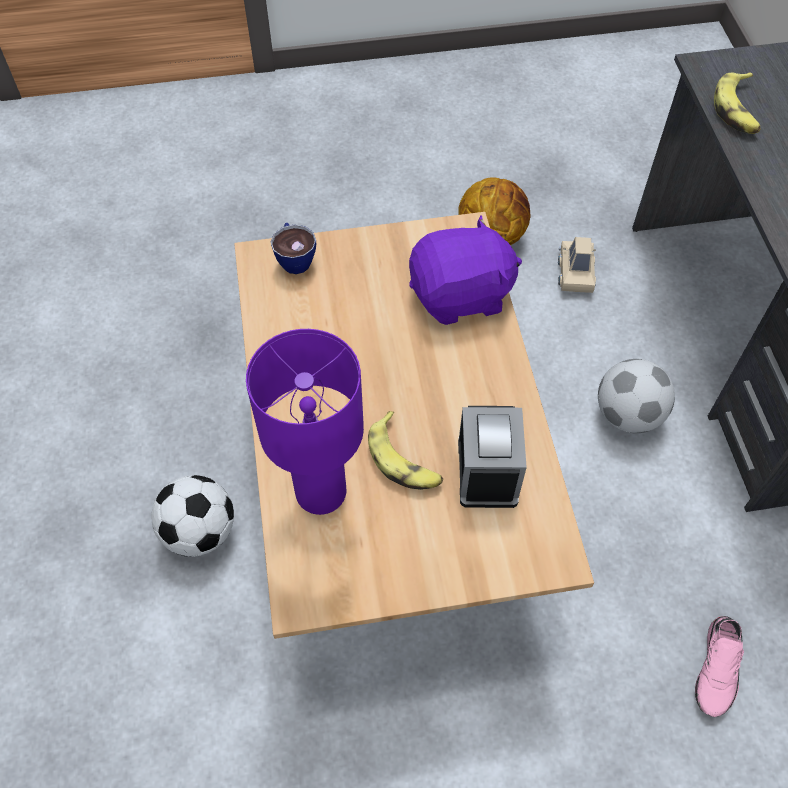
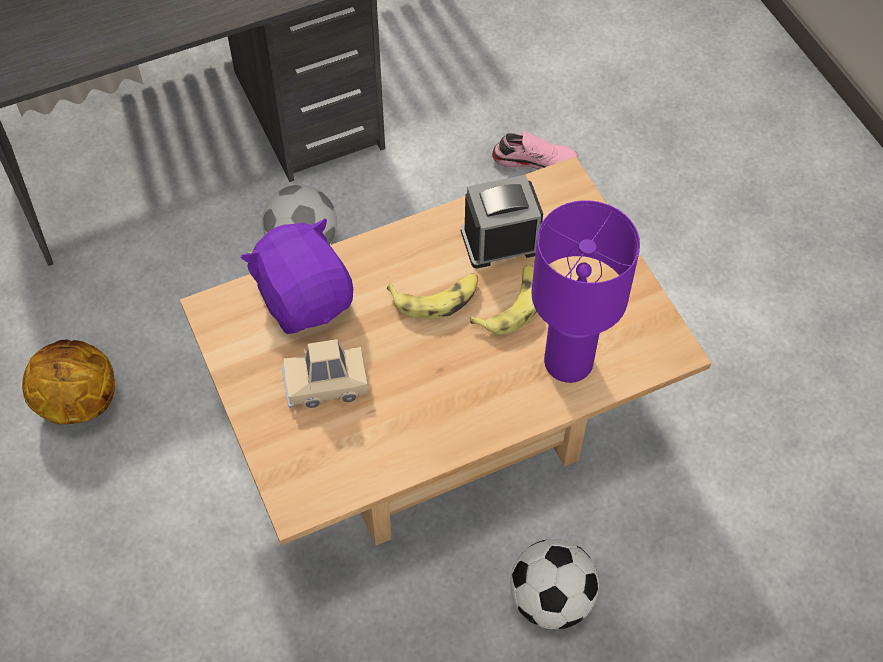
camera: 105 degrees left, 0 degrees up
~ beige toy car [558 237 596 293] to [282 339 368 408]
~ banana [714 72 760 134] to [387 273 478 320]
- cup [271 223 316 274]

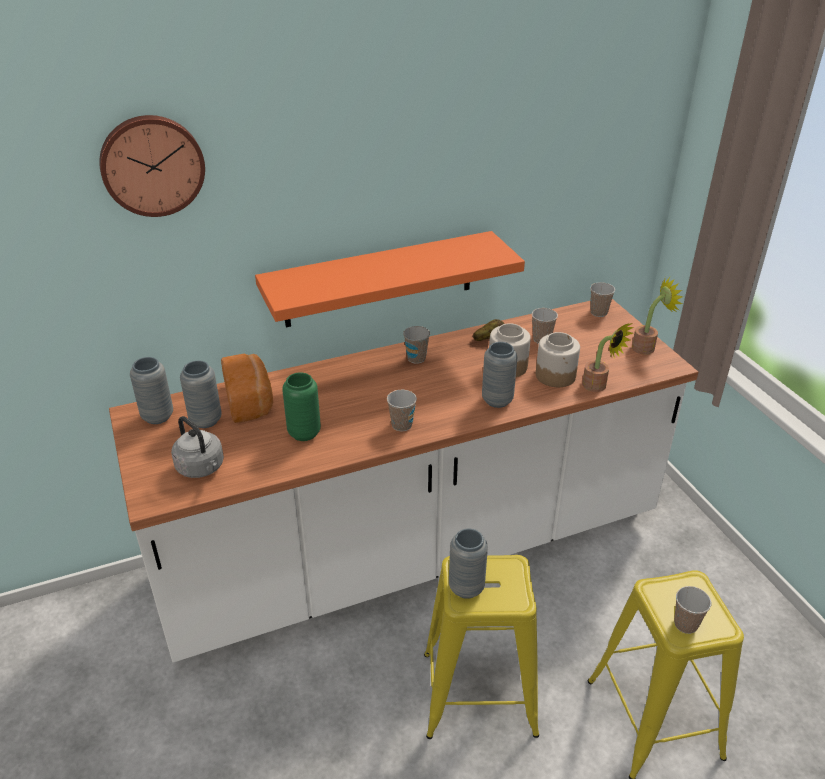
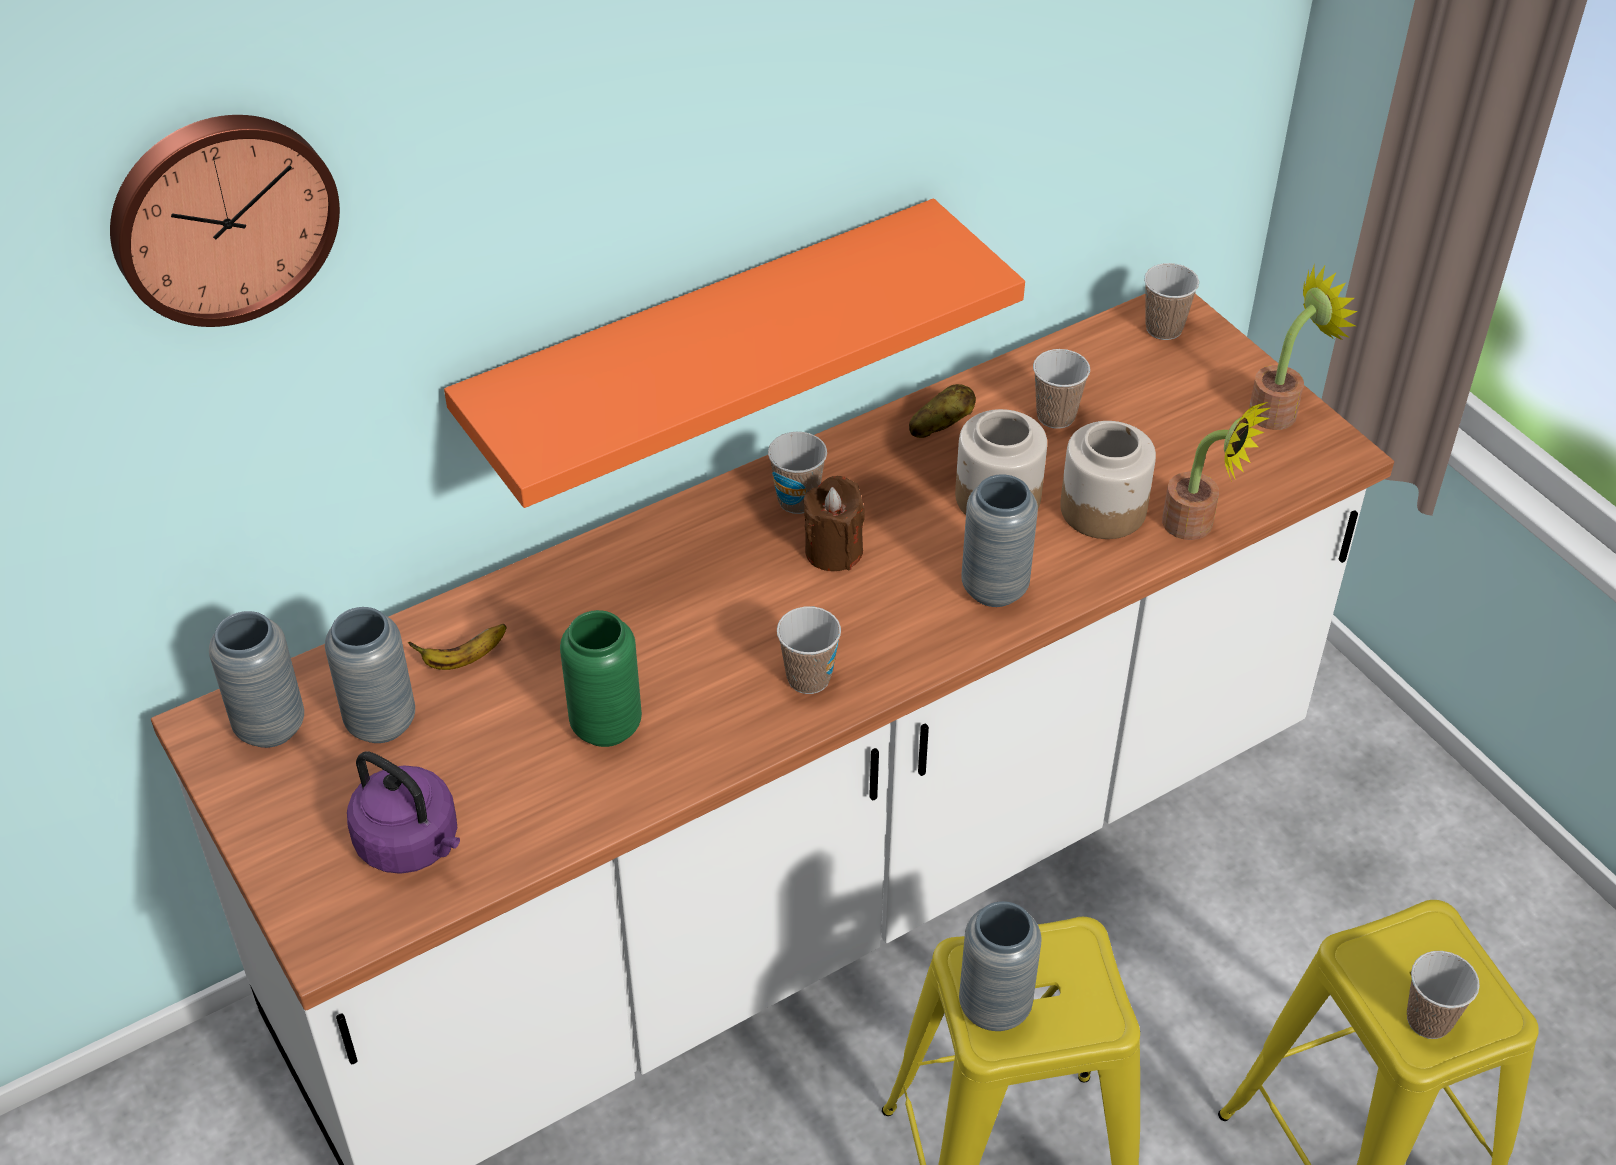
camera: 10 degrees left, 10 degrees up
~ grey kettle [171 416 224 478] to purple kettle [347 752 460 874]
~ bread [221 354 273 423] to banana [408 624 507 670]
+ brown candle [804 476 865 571]

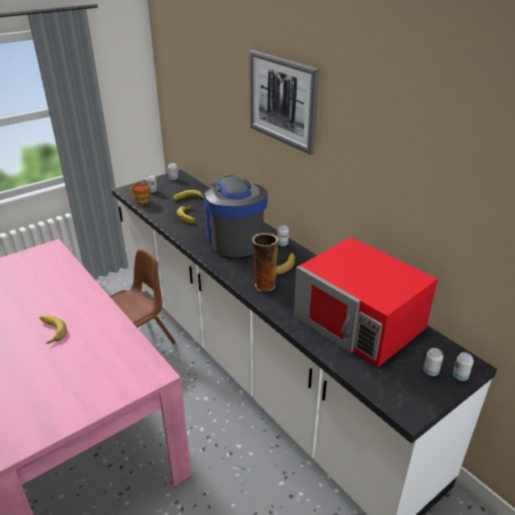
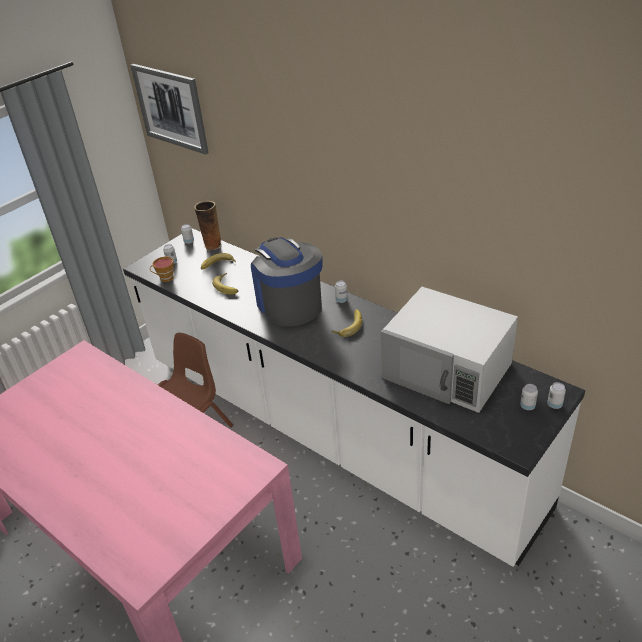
camera: 10 degrees left, 5 degrees up
~ picture [249 50 319 155] to [131 64 209 154]
~ vase [252 233 278 292] to [194 201 222 250]
~ red microwave [294 237 438 367] to white microwave [381 287 518 413]
- banana [39 316 67 344]

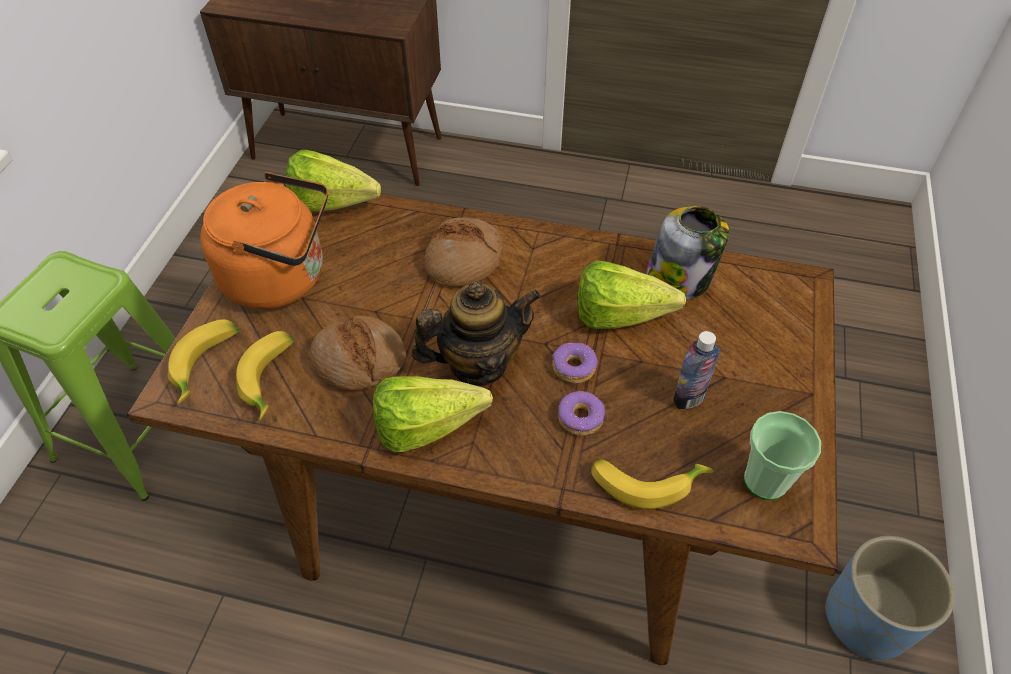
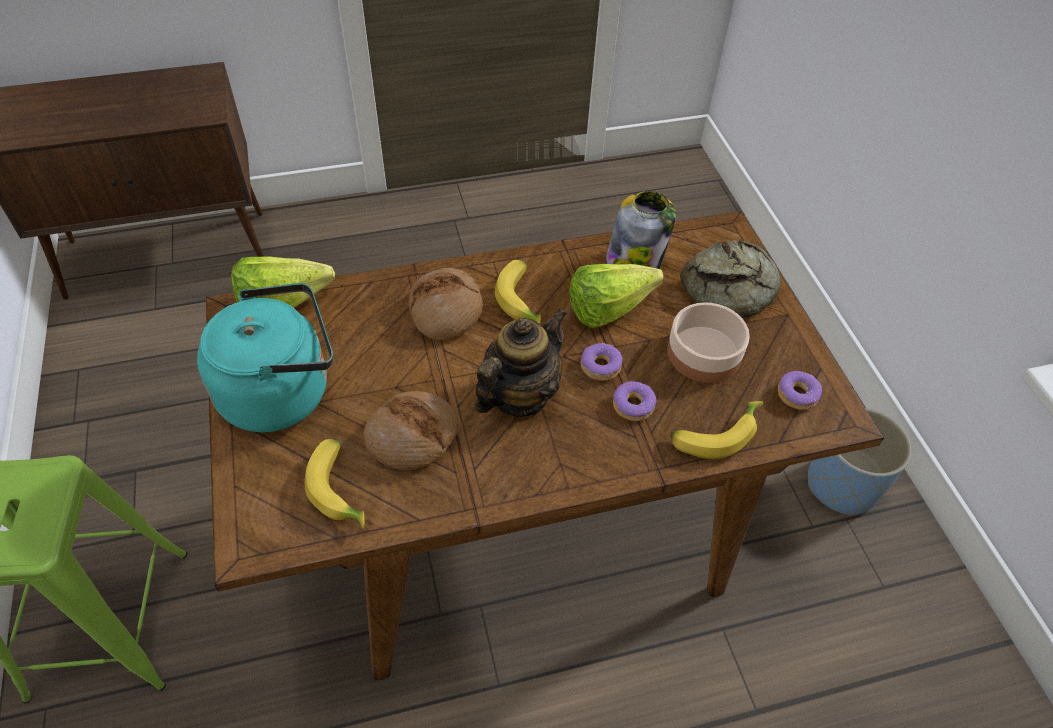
camera: 30 degrees left, 0 degrees up
~ orange kettle [200 172 328 309] to turquoise kettle [197 283 333 432]
~ banana [168 319 240 404] to [495 260 541 324]
~ bottle [672 331 720 409] to bowl [667 302 750 383]
+ bread [680 240 781 318]
~ cup [744 411 821 500] to donut [778 371 822 410]
- lettuce [373 376 493 452]

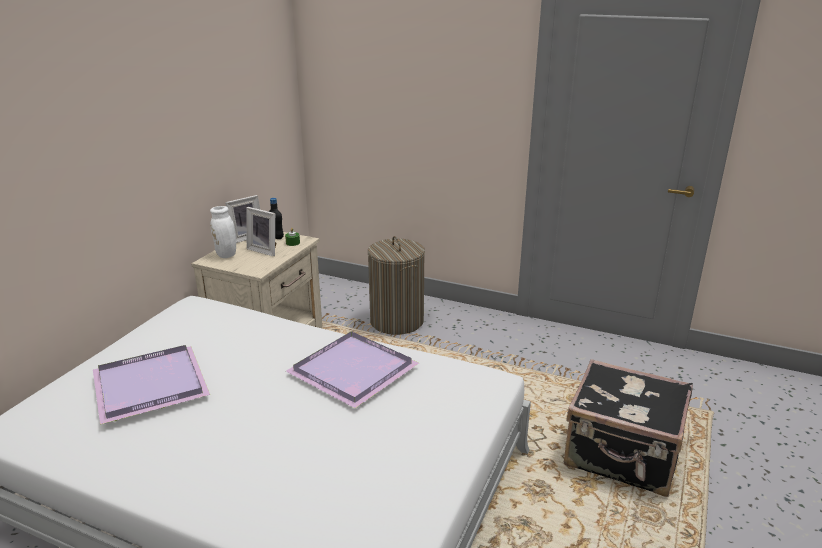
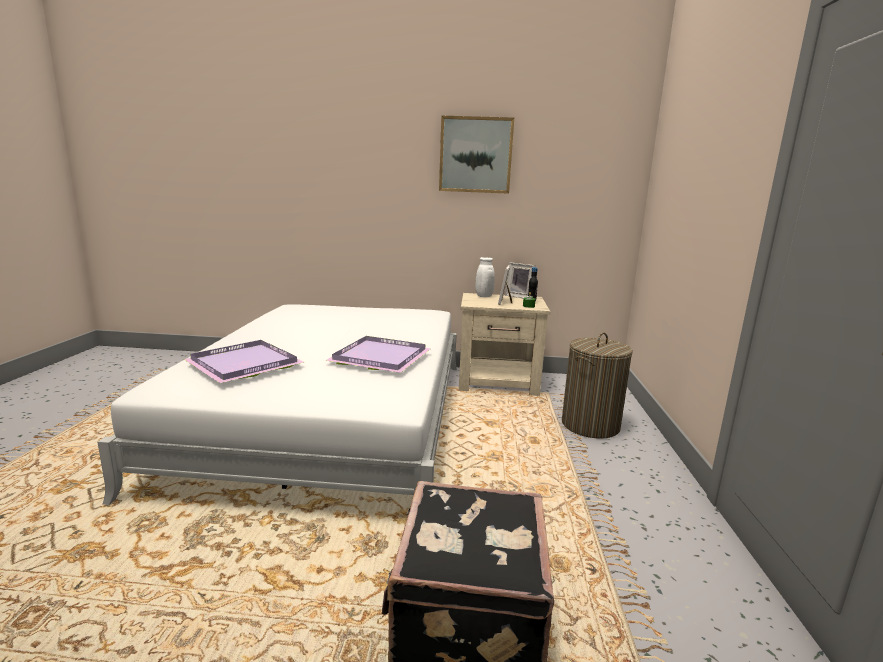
camera: 70 degrees right, 10 degrees down
~ purple tray [93 345 210 424] to [184 340 304 383]
+ picture [439 116 514 194]

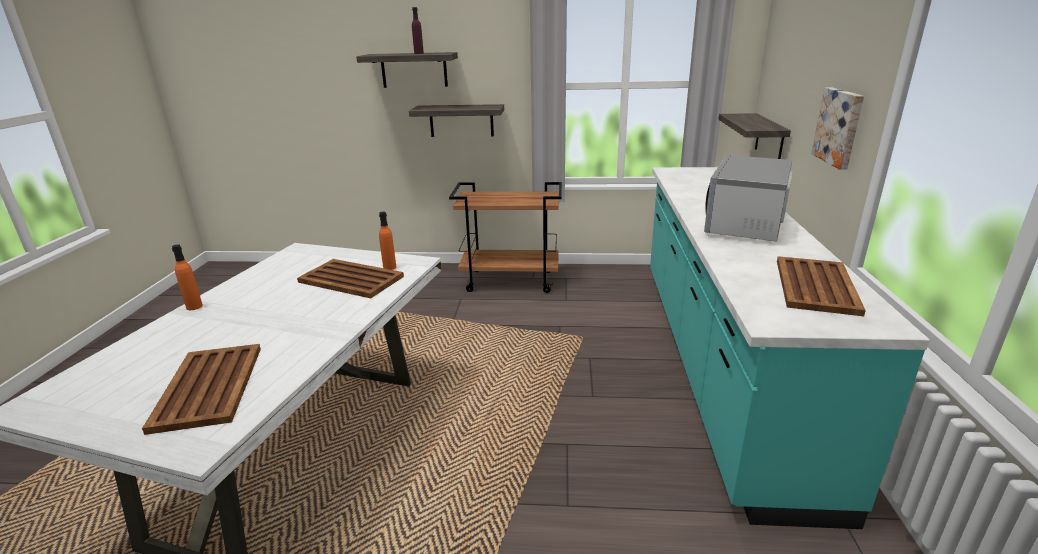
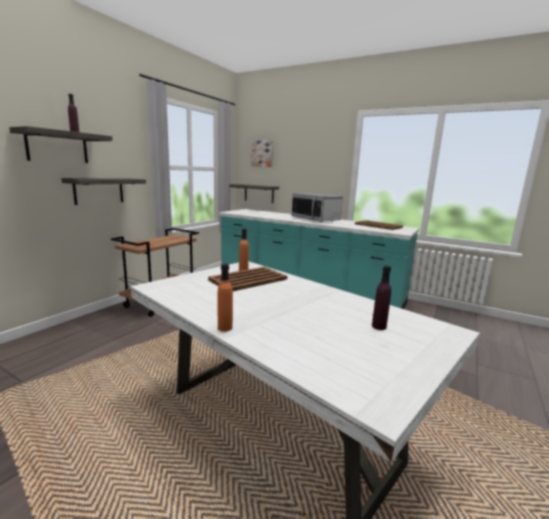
camera: 65 degrees left, 10 degrees down
~ picture [811 87 864 169] to [250 140 273 167]
~ brown tray [142 344 261 435] to purple bottle [372 265 391 330]

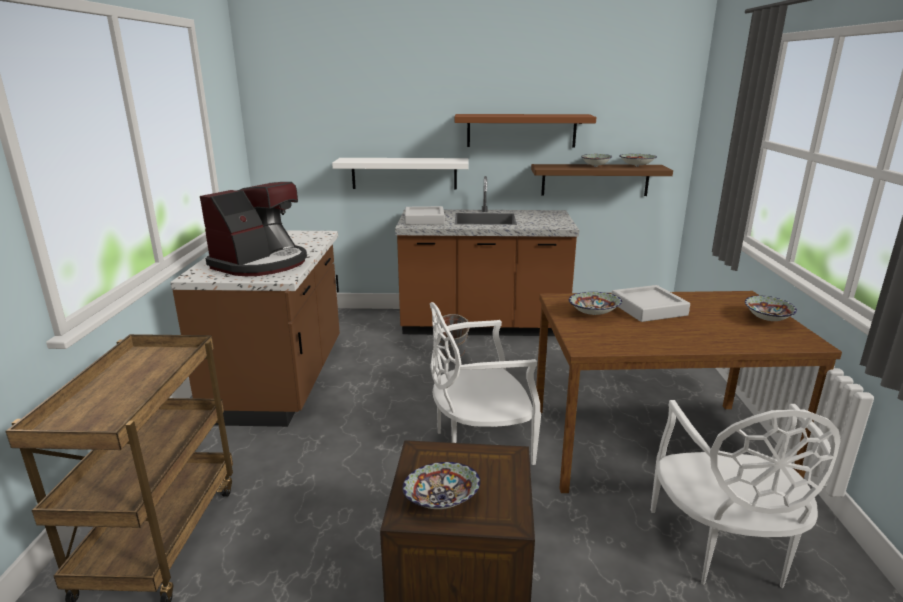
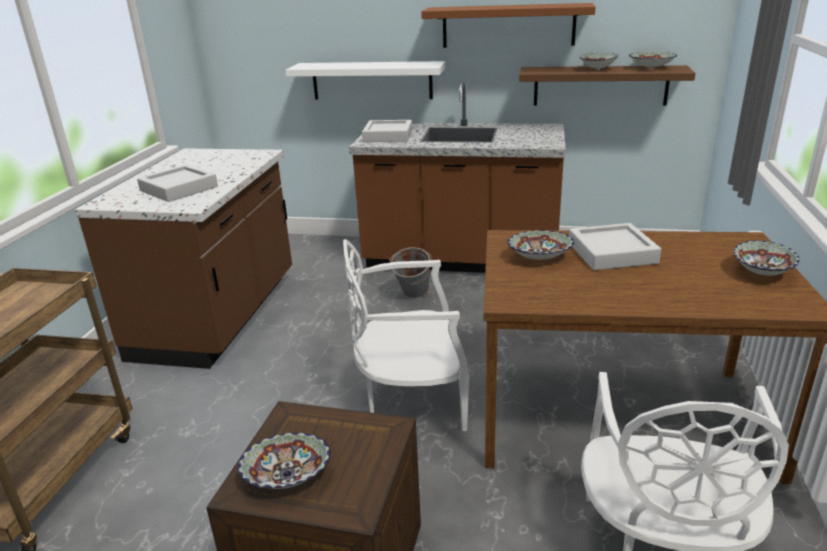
camera: 10 degrees right, 5 degrees up
~ coffee machine [200 182 307 276] to grey tray [137 165 218 202]

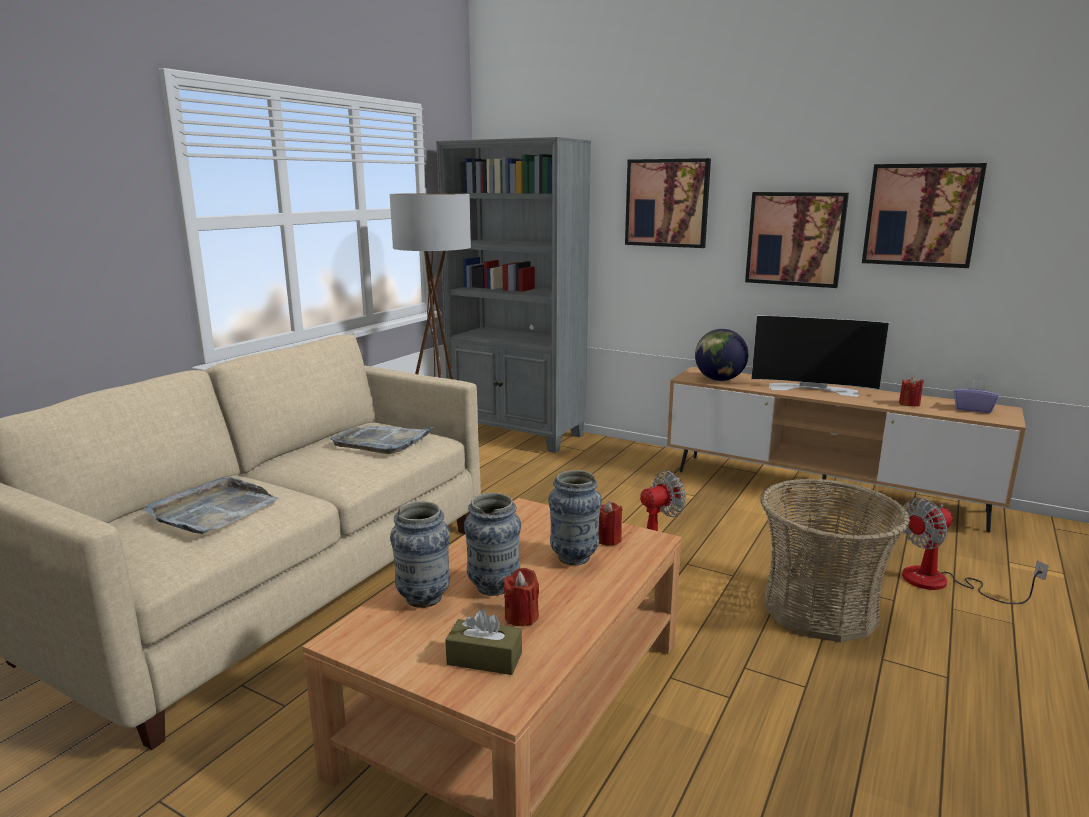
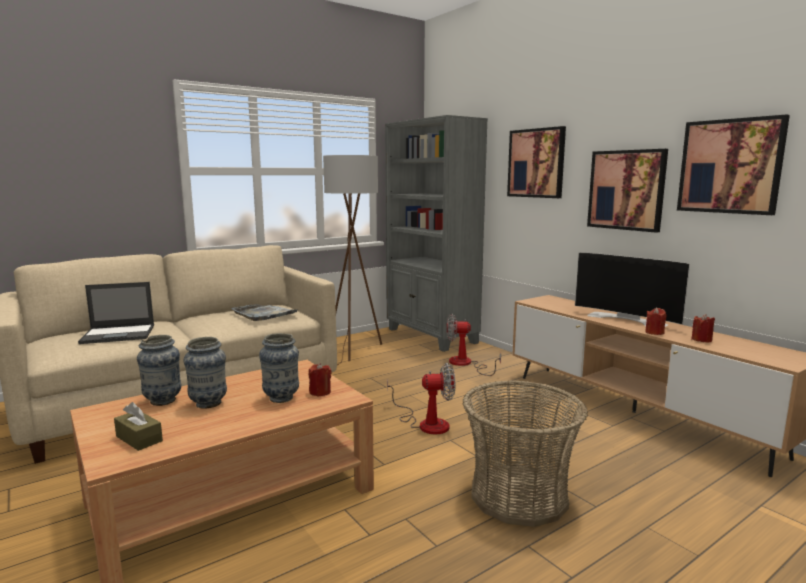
camera: 25 degrees right, 5 degrees down
~ grey tray [144 477 279 534] to laptop [78 282 154 344]
~ fan [901 498 1049 604] to [447 314 501 376]
~ red candle [503 568 539 626] to [645 307 667 335]
- globe [695 329 749 381]
- purple tissue box [954 379 999 413]

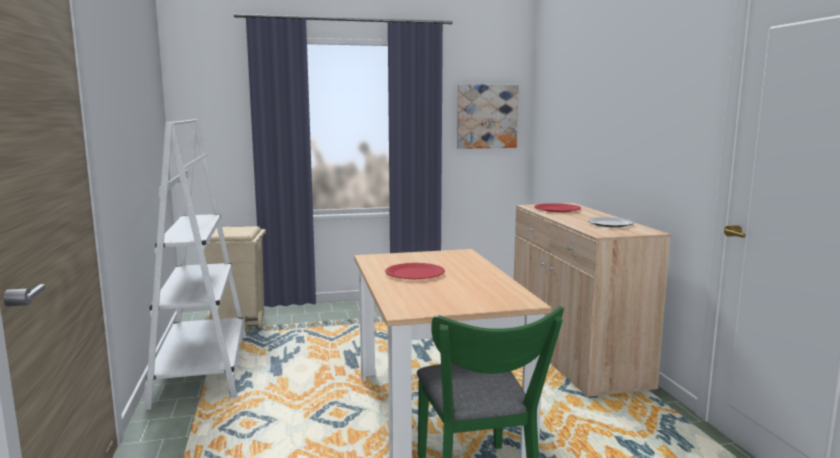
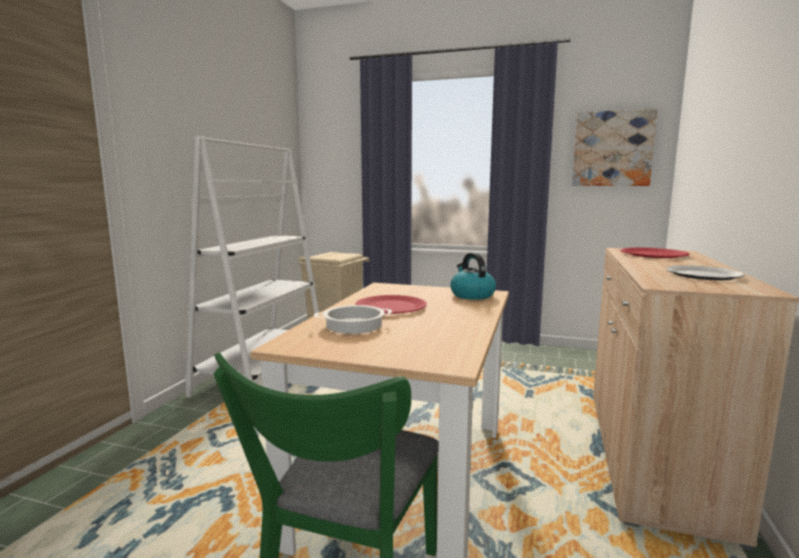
camera: 30 degrees right, 0 degrees up
+ cooking pot [314 305 392 334]
+ kettle [450 253 496 300]

